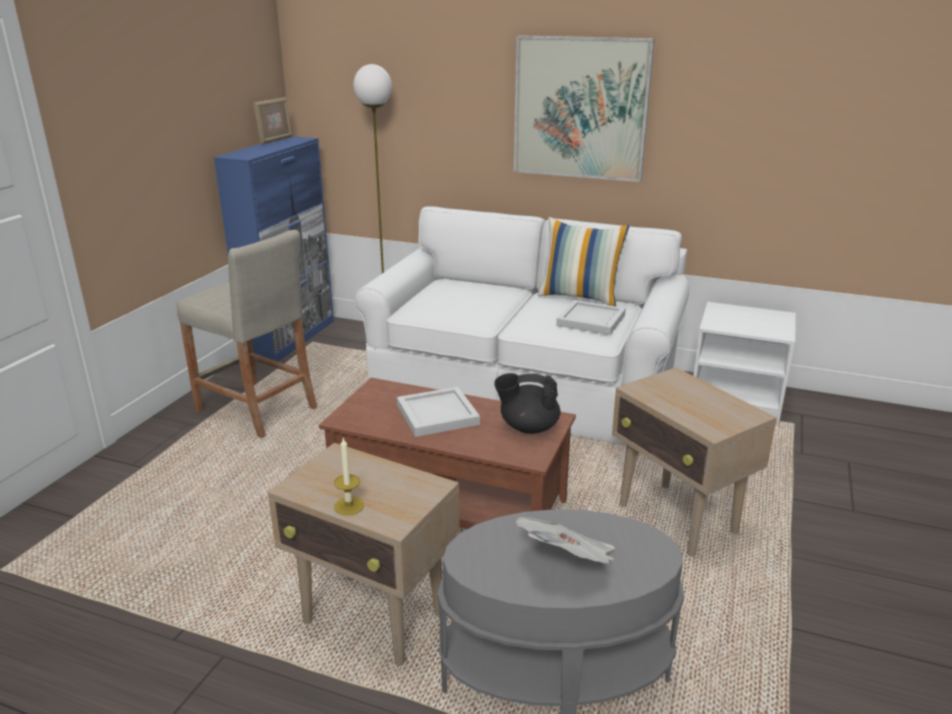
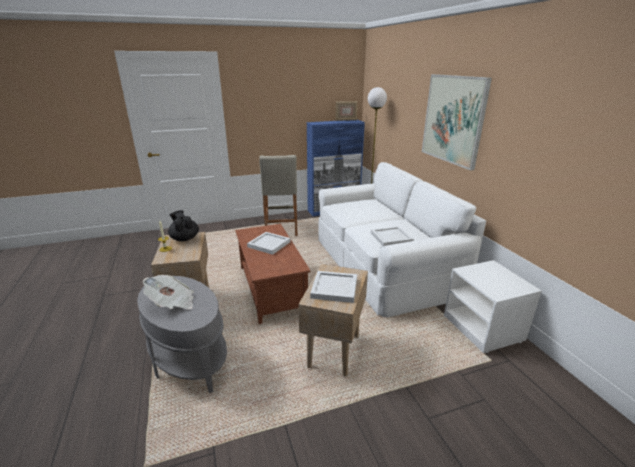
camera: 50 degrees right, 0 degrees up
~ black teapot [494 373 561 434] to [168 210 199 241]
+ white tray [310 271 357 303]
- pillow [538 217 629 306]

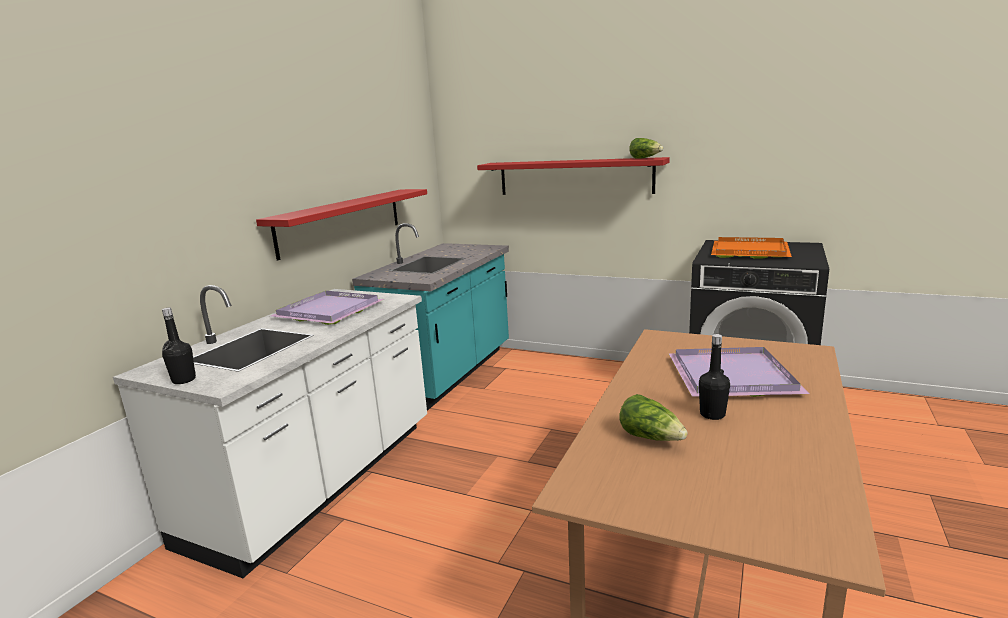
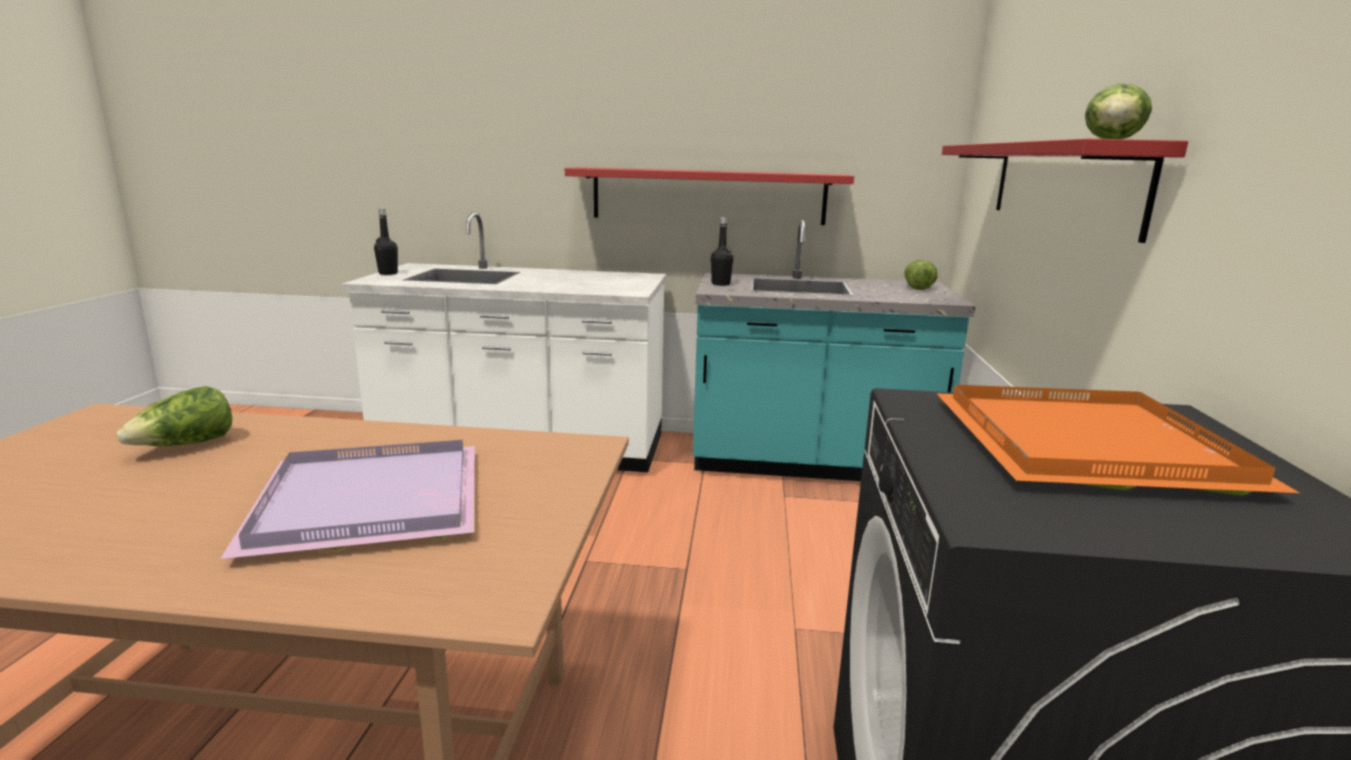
camera: 70 degrees right, 0 degrees up
~ black bottle [699 334 730 420] to [711 217 734 286]
+ lettuce [905 260 938 290]
- purple tray [271 291 385 325]

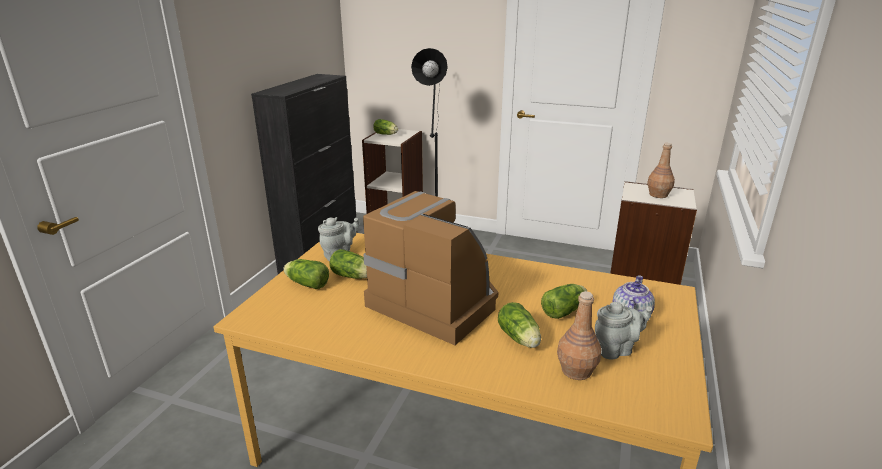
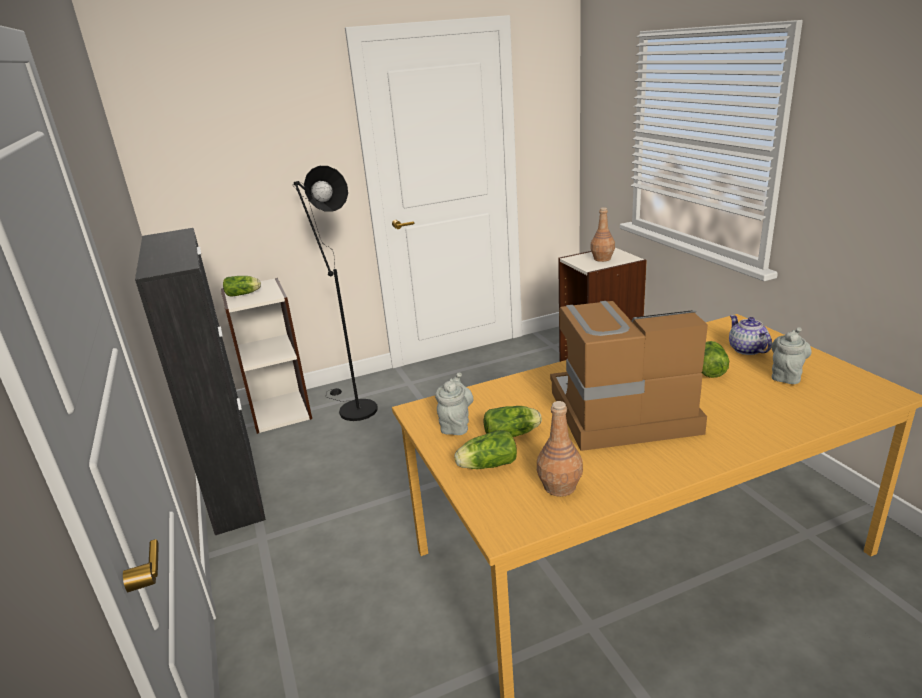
camera: 40 degrees left, 0 degrees up
~ brown bottle [557 291 601 380] to [537 401 583 497]
- lettuce [498 302 541 348]

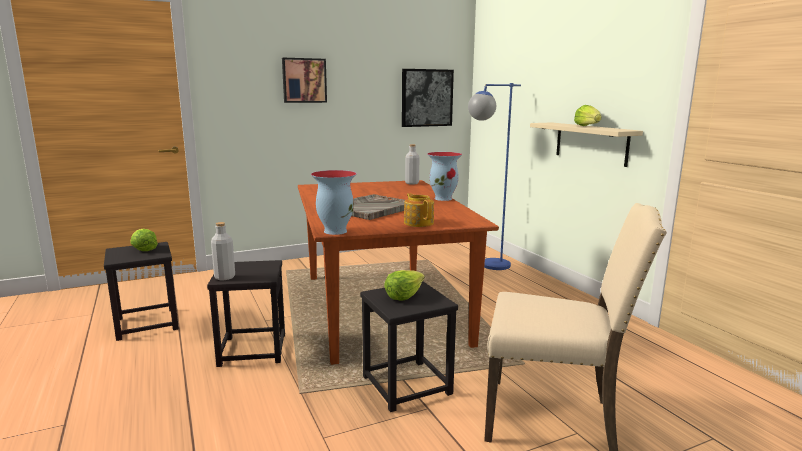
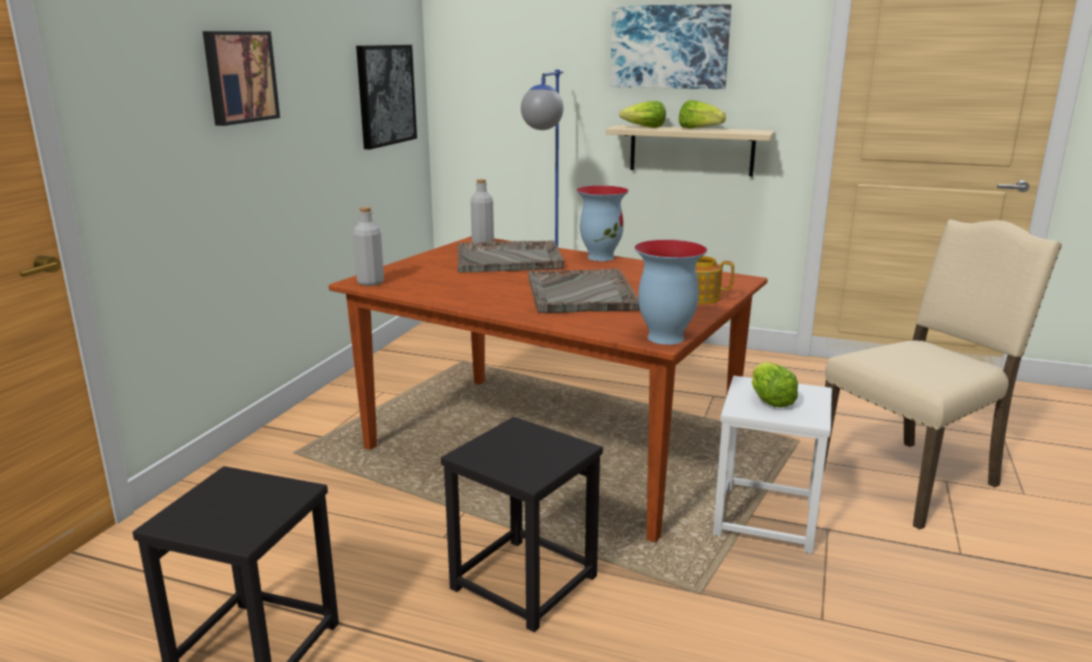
camera: 45 degrees left, 5 degrees up
~ grey bottle [211 222 235 280] to [353 207 384 286]
+ grey tray [457 240 564 272]
+ picture [610 4 732 89]
~ lettuce [130 229 158 251] to [619 101 666 128]
~ black stool [360 281 458 412] to white stool [713 376 832 554]

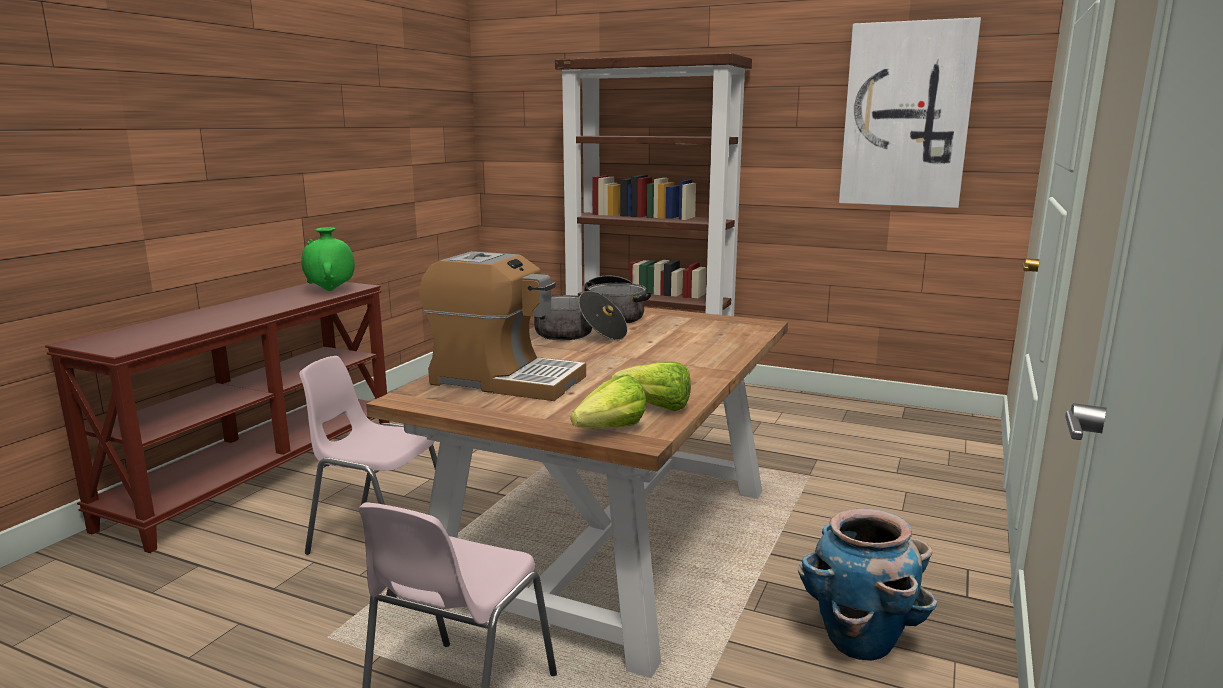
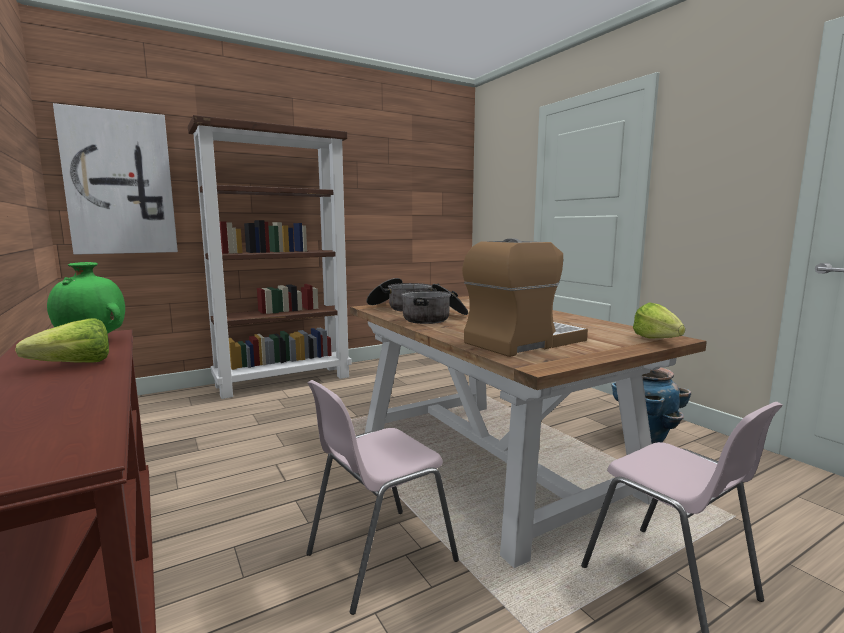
camera: 55 degrees left, 5 degrees down
~ lettuce [612 362 691 411] to [15 318 109 363]
~ picture [839 17 981 208] to [53 103 178 255]

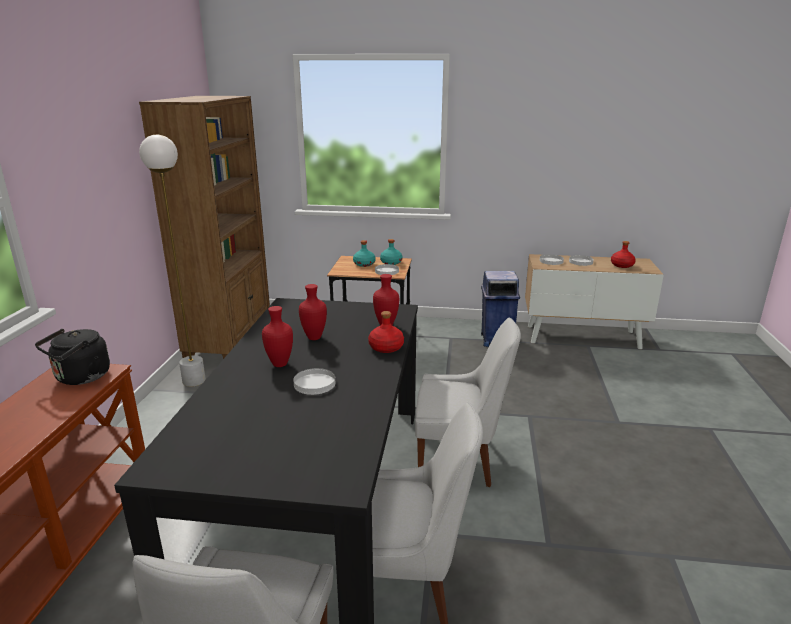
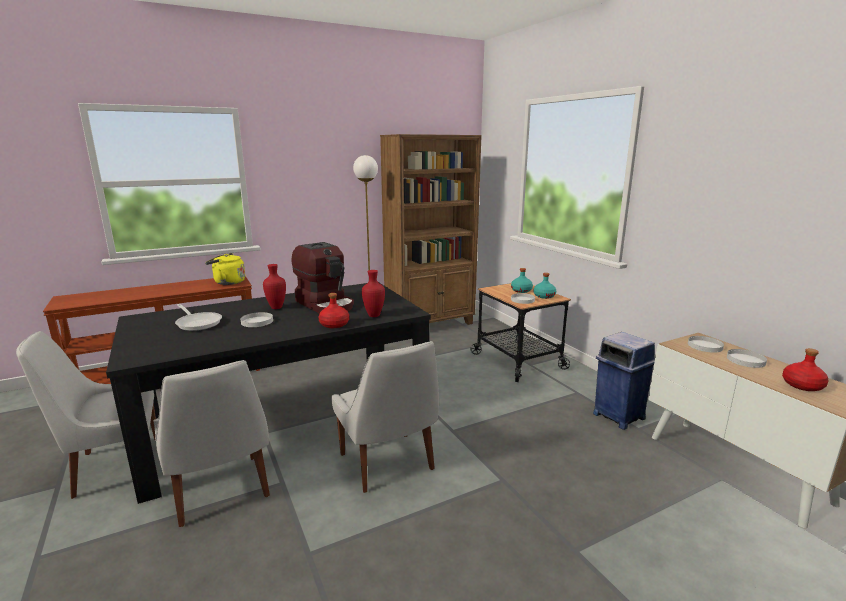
camera: 55 degrees right, 5 degrees down
+ frying pan [175 304 222 331]
~ black kettle [35 329 110 385] to yellow kettle [205 253 245 285]
~ red vase [299 284 327 340] to coffee machine [291 242 354 314]

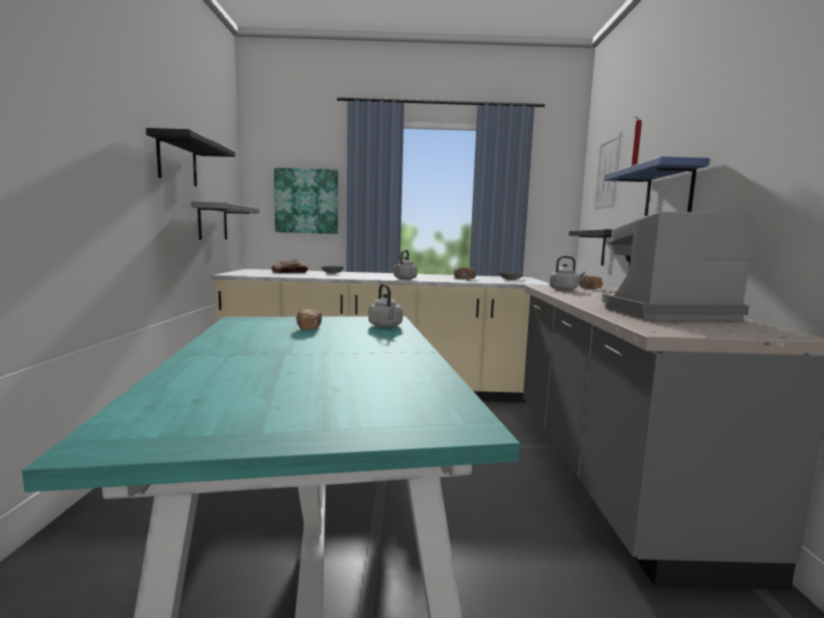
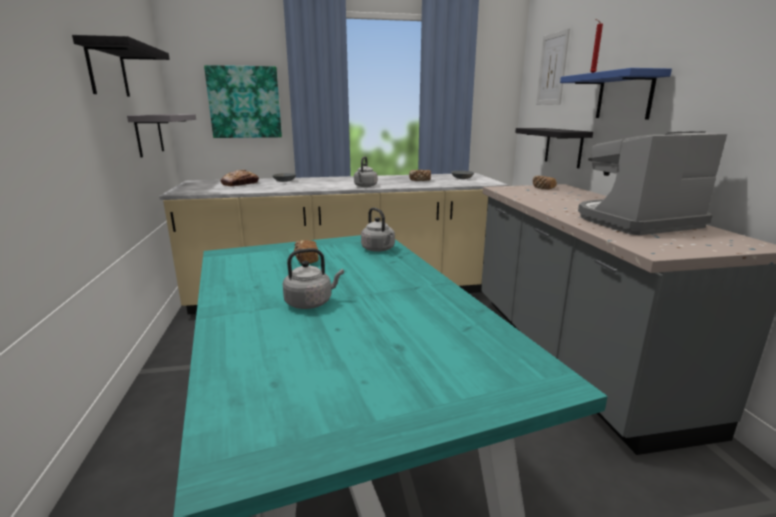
camera: 10 degrees left, 10 degrees up
~ grey kettle [549 256 585 291] to [283 248 344 309]

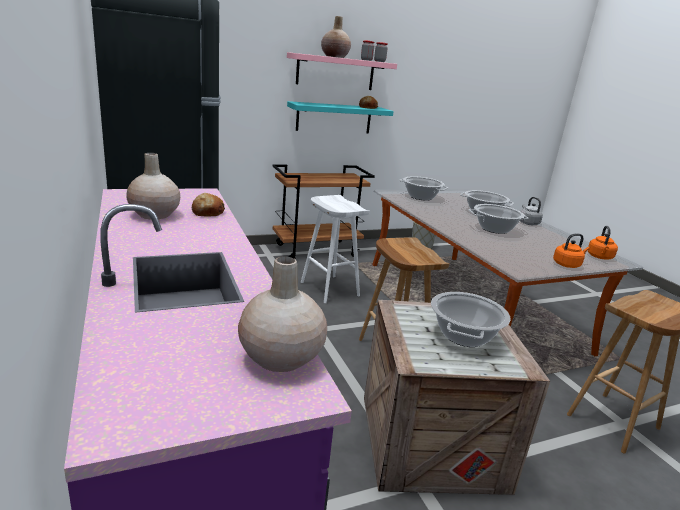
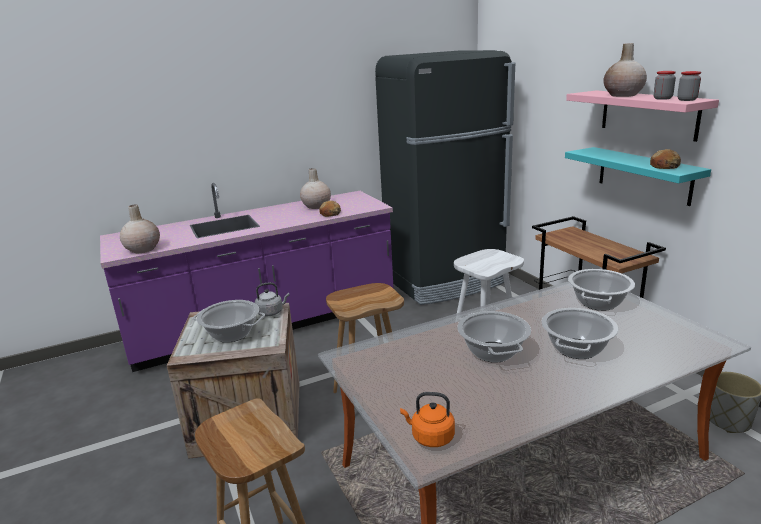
camera: 90 degrees right, 0 degrees up
~ grey kettle [520 197 543 225] to [255 282 289 316]
- orange kettle [553 234 590 268]

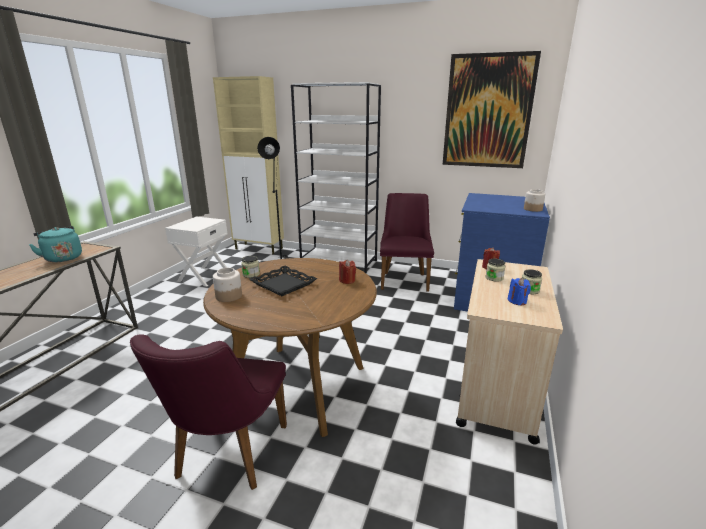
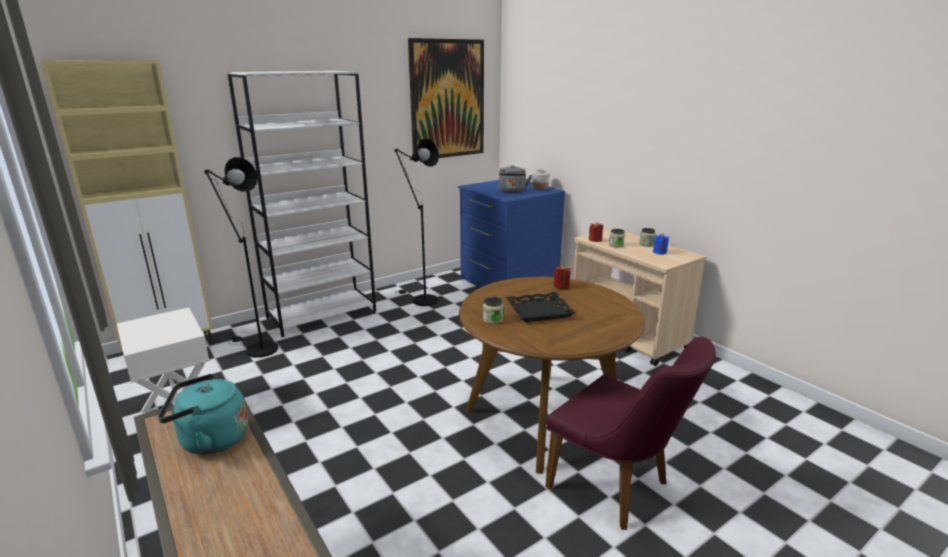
camera: 55 degrees left, 0 degrees up
~ purple chair [380 193 434 292] to black floor lamp [394 138 439 306]
+ grey kettle [499 165 532 193]
- jar [213 268 242 302]

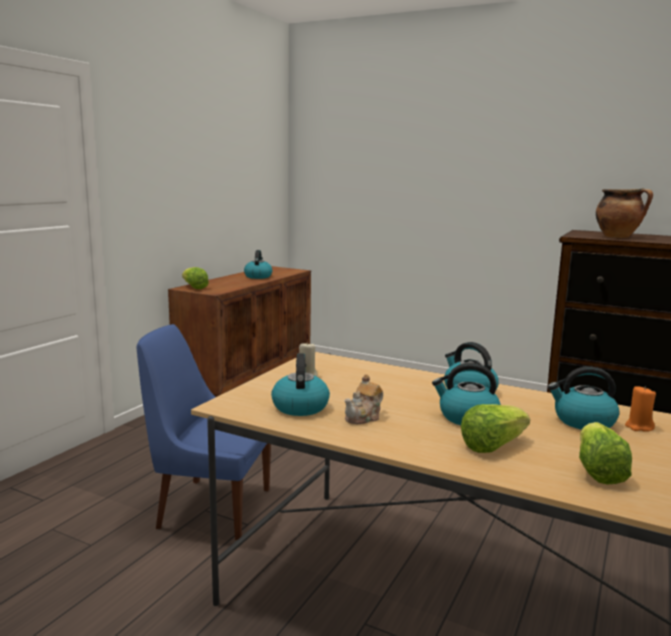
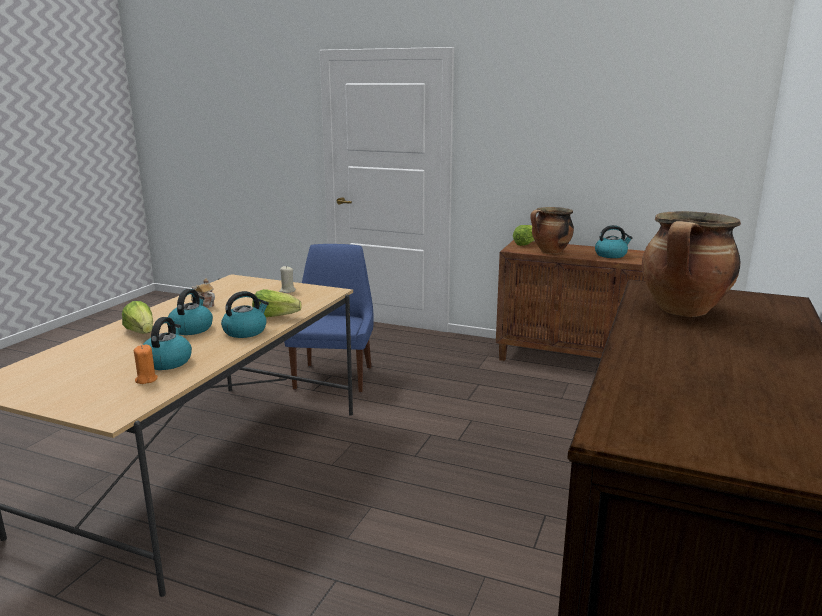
camera: 85 degrees right, 5 degrees up
~ lettuce [579 422 632 485] to [252 289 301 317]
+ cooking pot [530 207 574 254]
- kettle [271 353 330 416]

